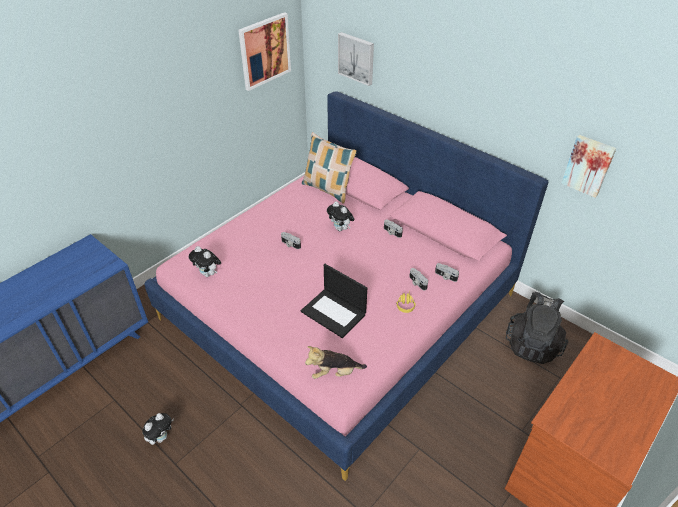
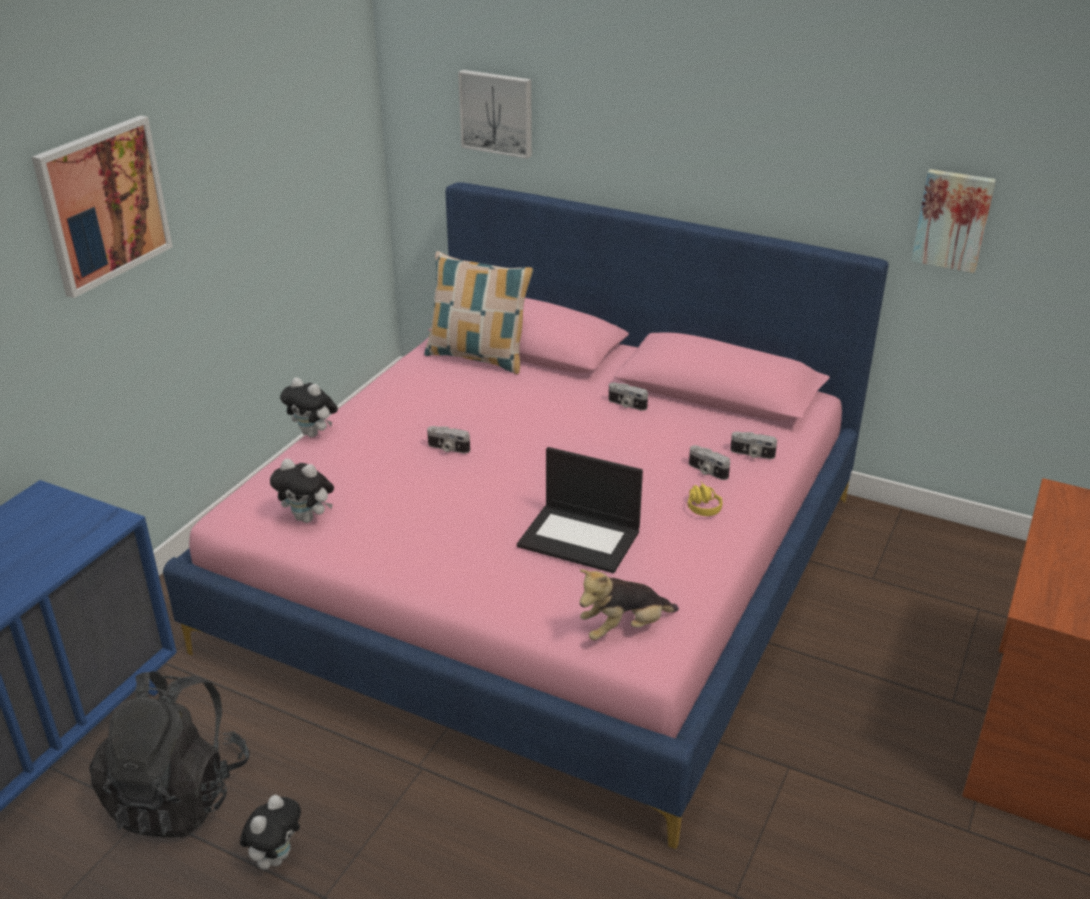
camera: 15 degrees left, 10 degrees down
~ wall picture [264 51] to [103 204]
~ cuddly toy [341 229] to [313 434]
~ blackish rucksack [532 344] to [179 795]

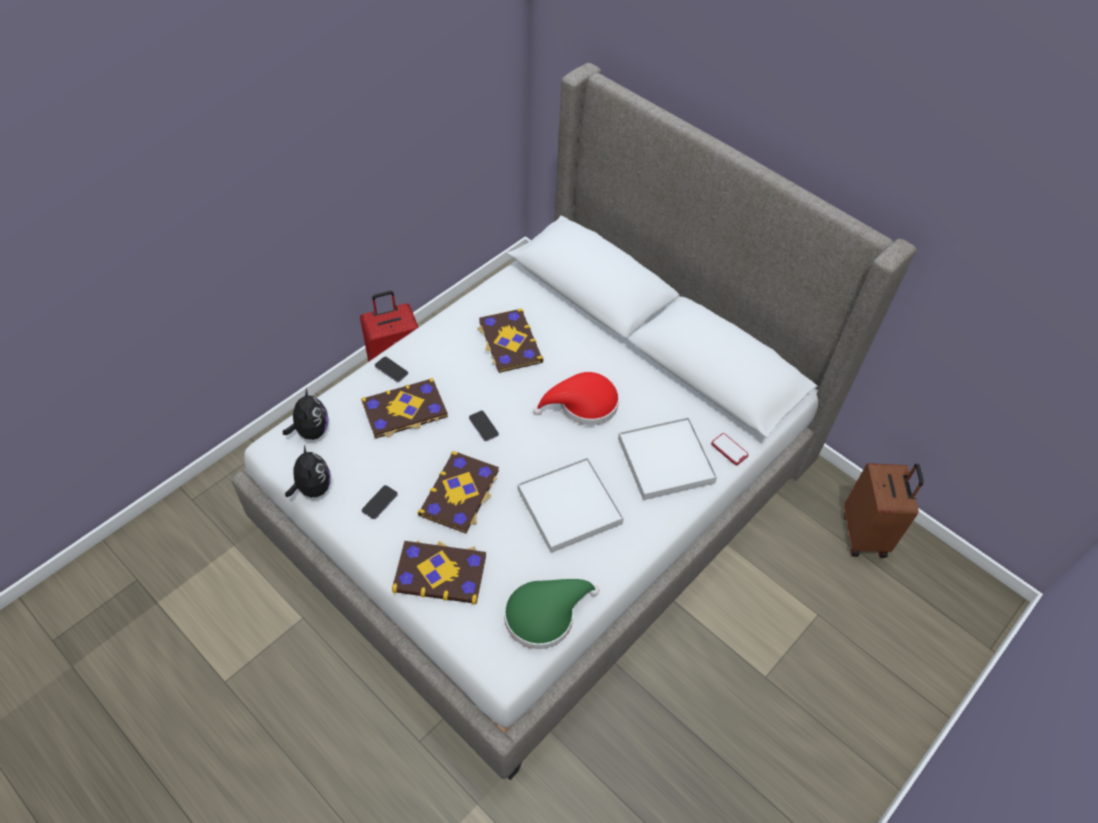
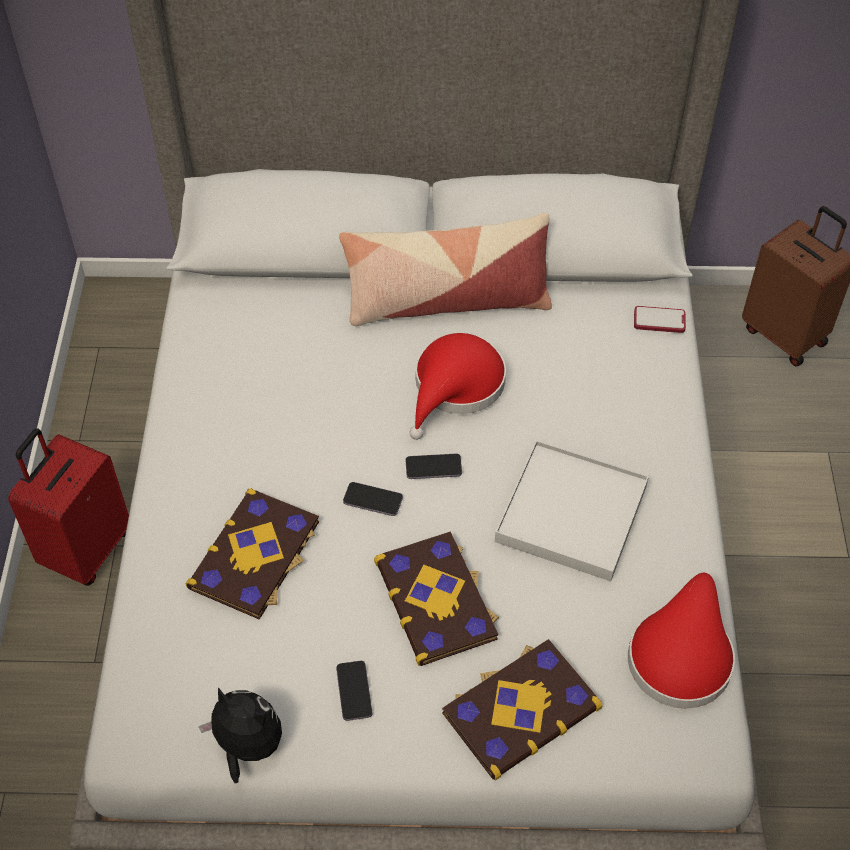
camera: 40 degrees left, 0 degrees up
- cuddly toy [311 431]
- book [509 342]
- white-coloured serving tray [666 461]
+ throw pillow [446 301]
~ handset [391 370] to [433 467]
~ green hat [544 614] to red-coloured hat [681 653]

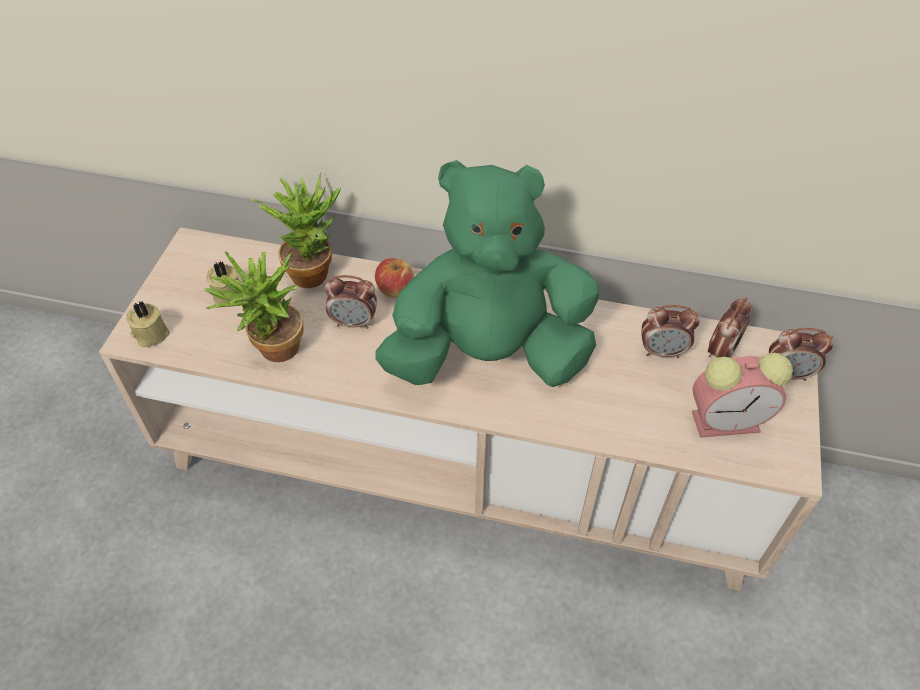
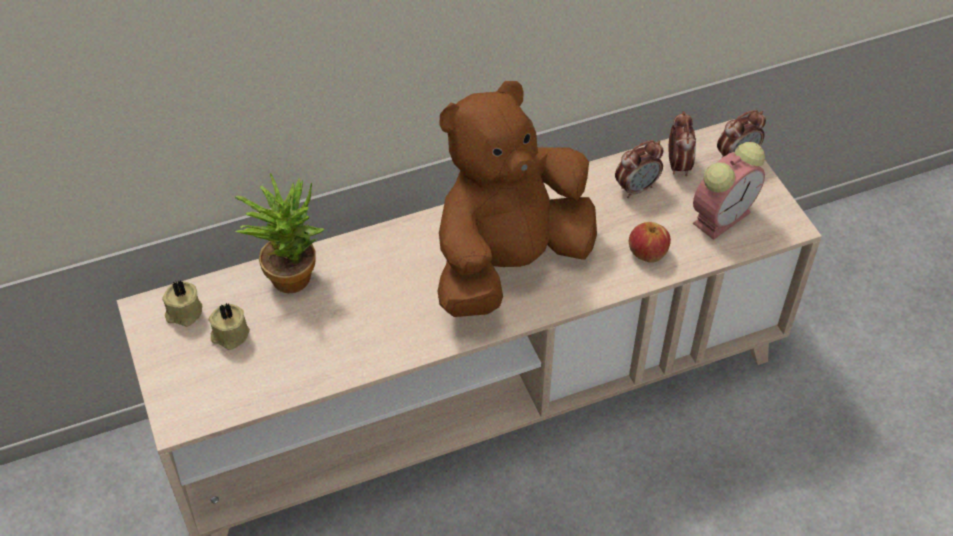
camera: 35 degrees left, 0 degrees up
- potted plant [272 351]
- alarm clock [354 322]
~ beige wax light [150 334] to [184 313]
~ apple fruit [395 289] to [647 253]
~ green cuddly toy [489 355] to brown-coloured cuddly toy [508 263]

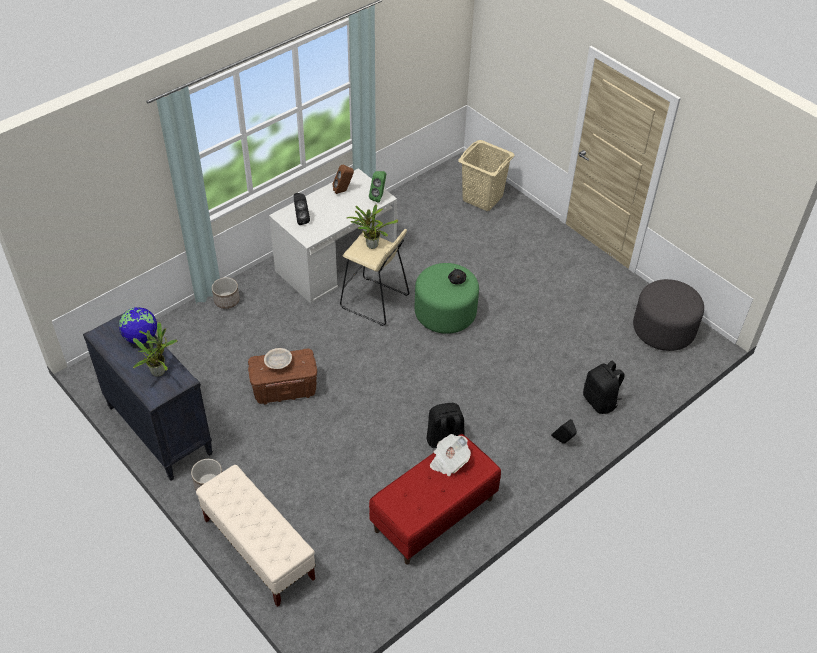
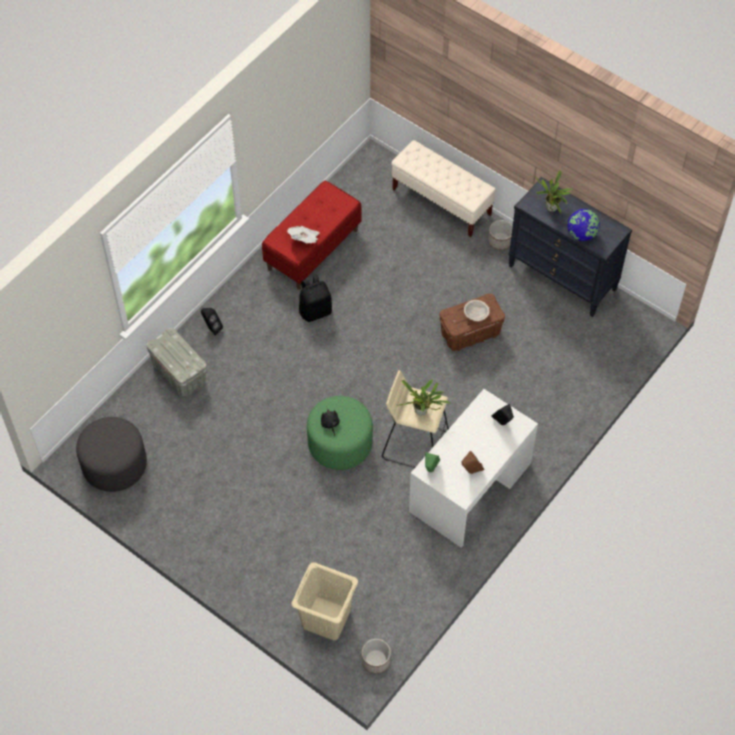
camera: 170 degrees right, 10 degrees up
~ plant pot [227 301] to [375 661]
~ blackish rucksack [600 401] to greyish storage container [179 373]

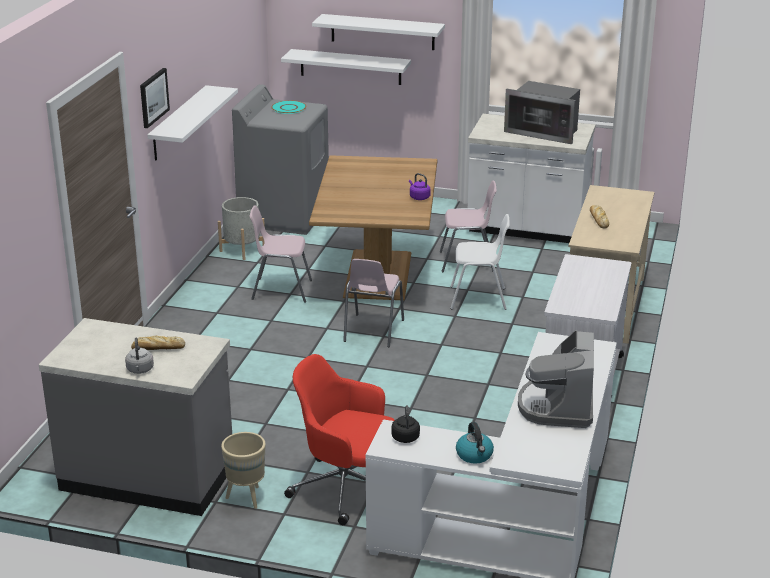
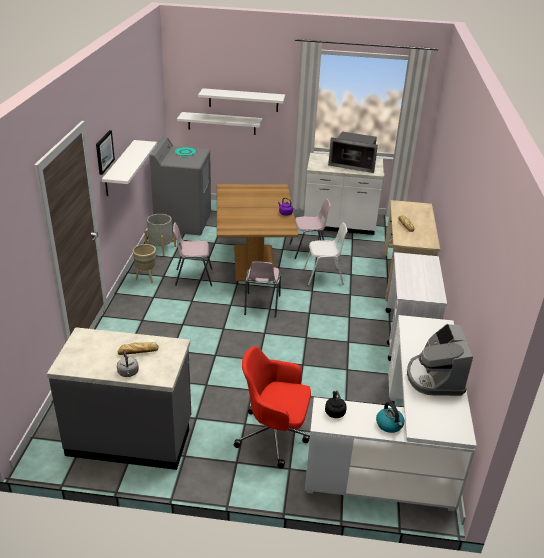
camera: 10 degrees left, 5 degrees up
~ beige plant pot [246 497] to [146 278]

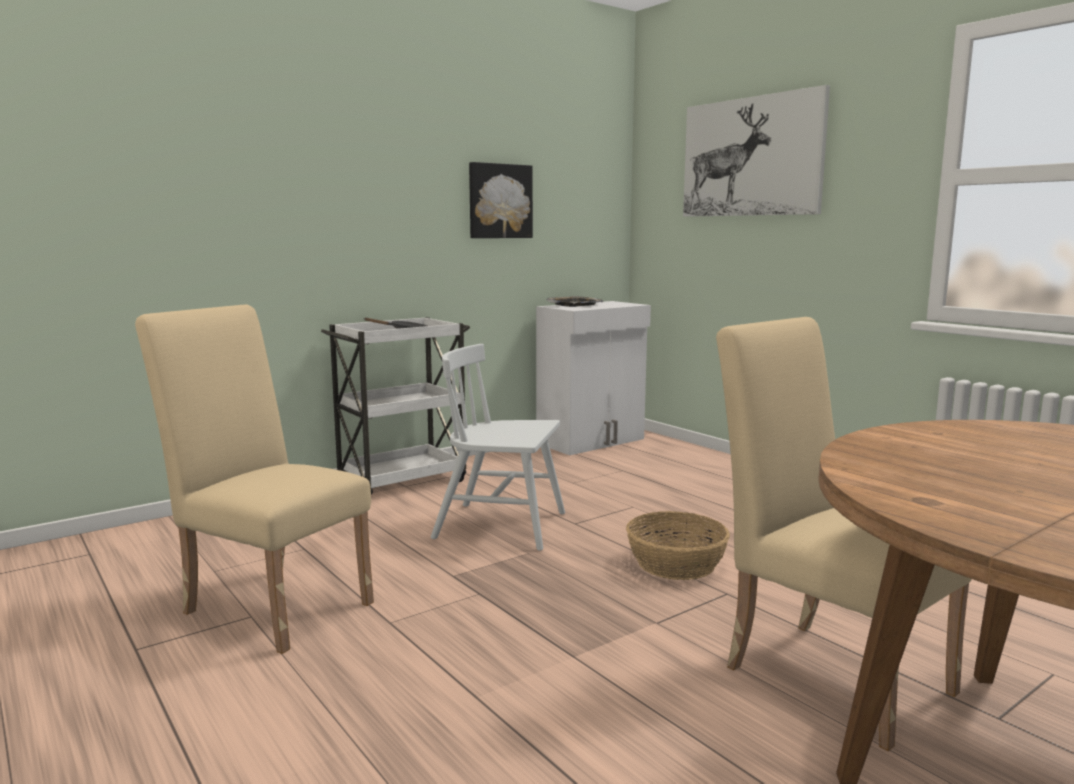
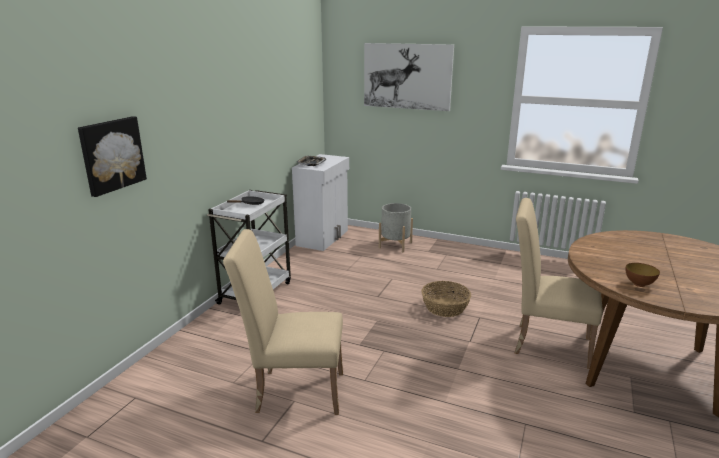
camera: 30 degrees left, 10 degrees up
- white-coloured plain chair [501 526]
+ greyish plant pot [395 245]
+ deep dish [639 284]
~ wall picture [499 201] to [111 155]

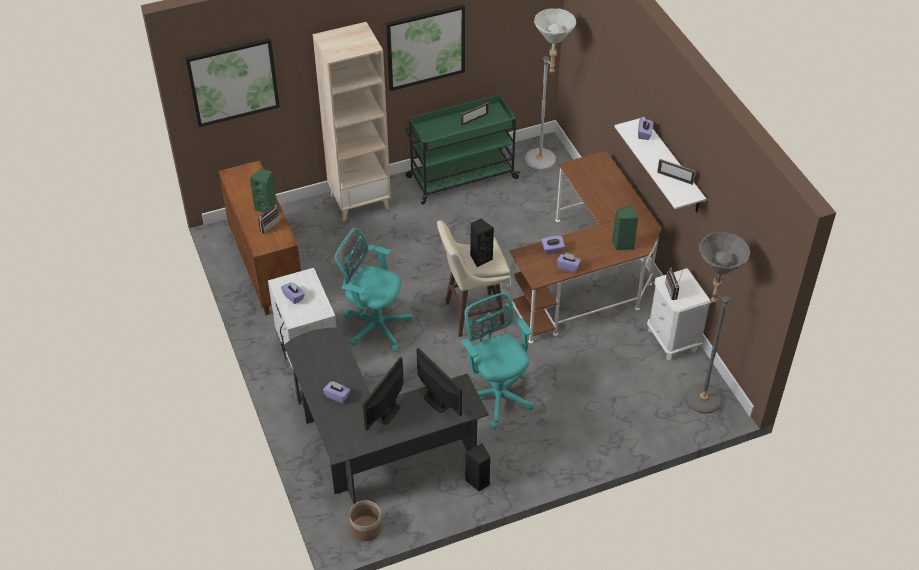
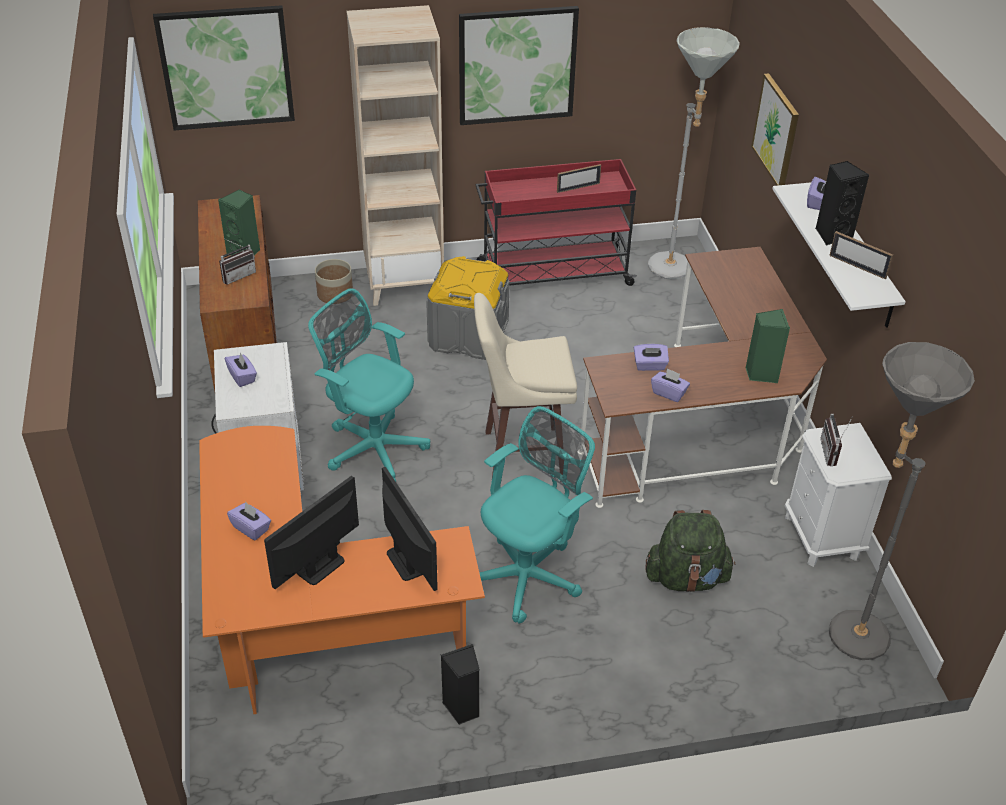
camera: 10 degrees right, 5 degrees down
+ greyish storage container [468 335]
+ green rucksack [686 578]
+ wall picture [776 131]
~ plant pot [366 528] to [334 294]
~ blackish speaker [480 258] to [832 234]
~ blackish desk table [372 448] to orangey desk table [311 626]
~ green trolley [460 178] to red-coloured trolley [552 274]
~ blue-green computer chair [497 394] = [528 575] 60 degrees clockwise

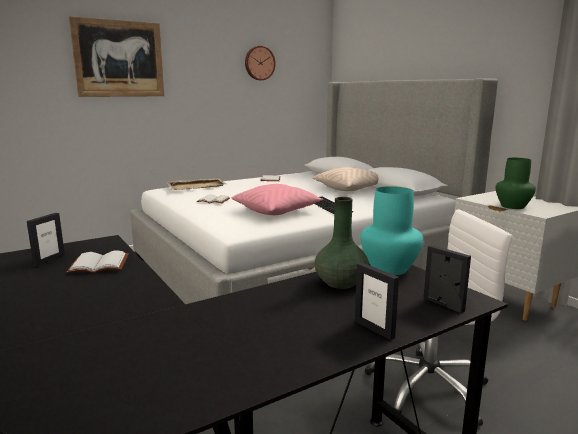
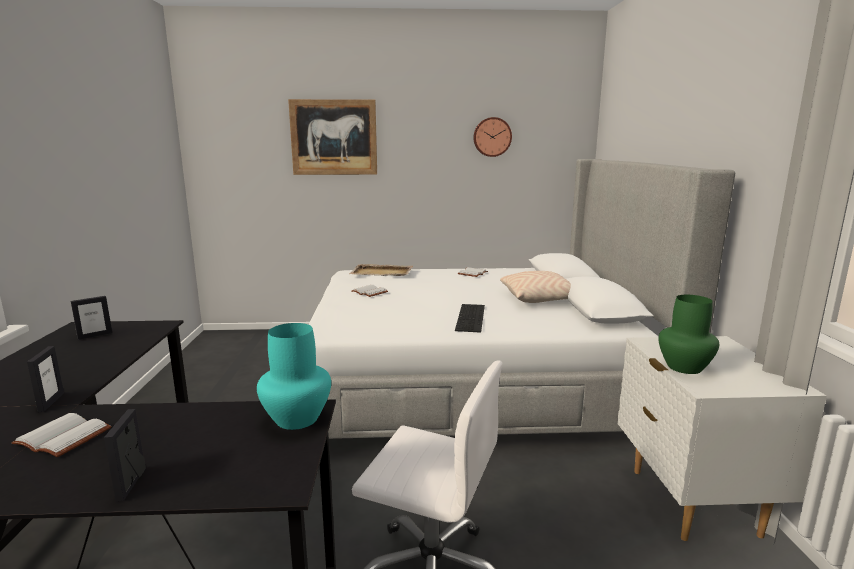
camera: 30 degrees right, 0 degrees up
- pink throw pillow [277 211]
- green decorative vase [340 283]
~ white-coloured book [100 264] to [66 436]
~ photo frame [443 304] to [51 402]

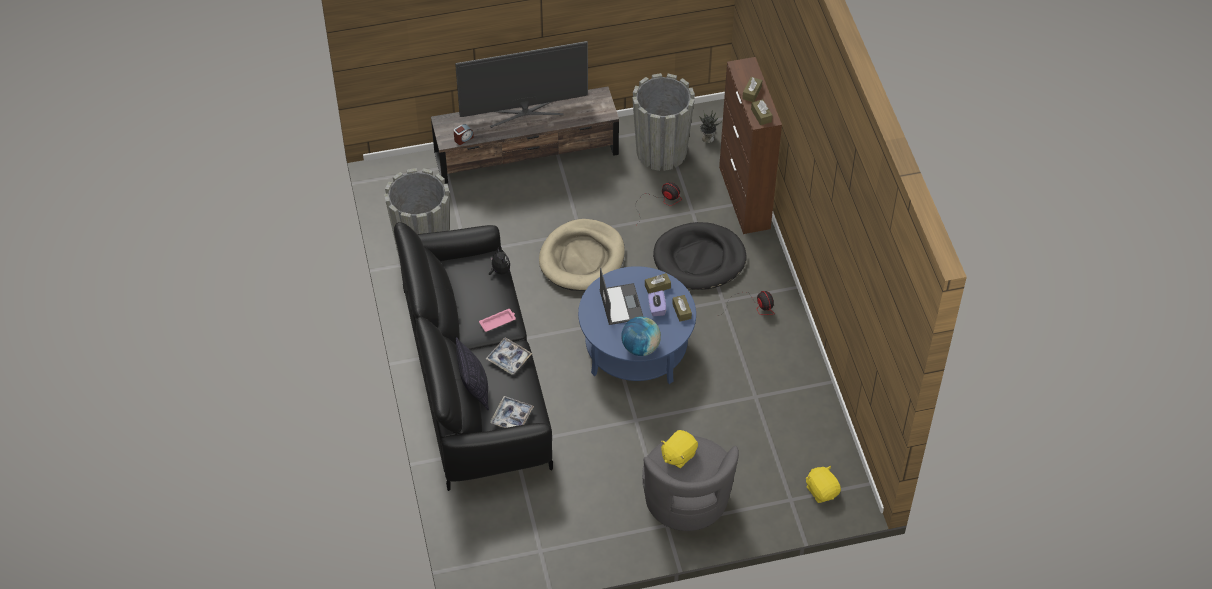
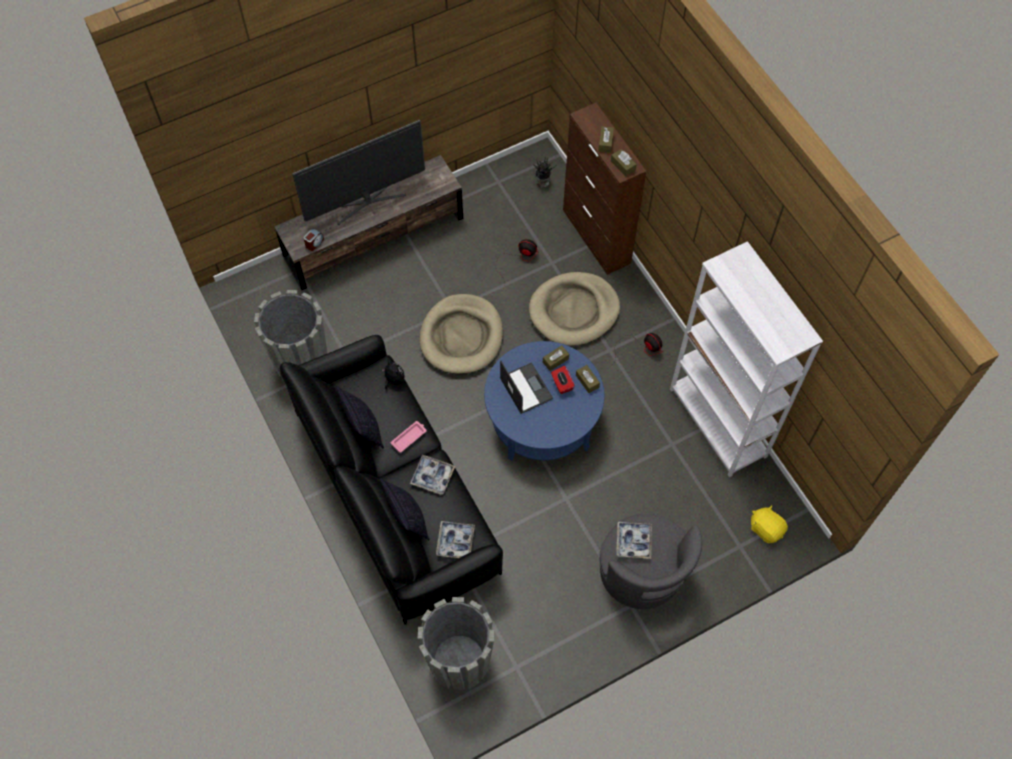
camera: 15 degrees left, 10 degrees up
- desk globe [640 347]
+ throw pillow [363 428]
+ white-coloured bookshelf [718 423]
~ greyish plant pot [661 151] to [459 660]
~ yellow-coloured cuddly toy [678 455] to serving tray [633 541]
~ purplish tissue holder [656 308] to red-coloured tissue holder [562 384]
~ blackish dog bed [699 259] to beige dog bed [574 311]

